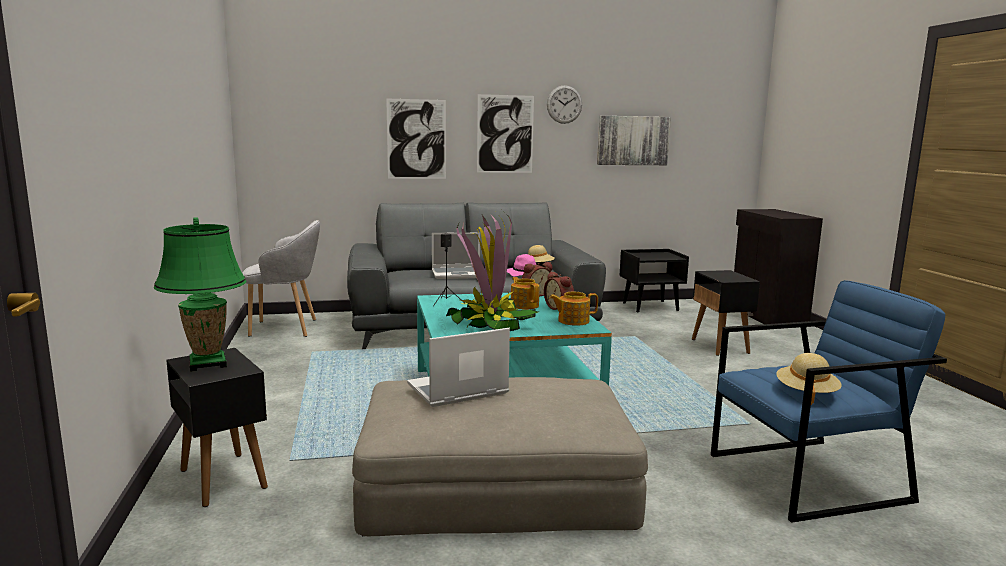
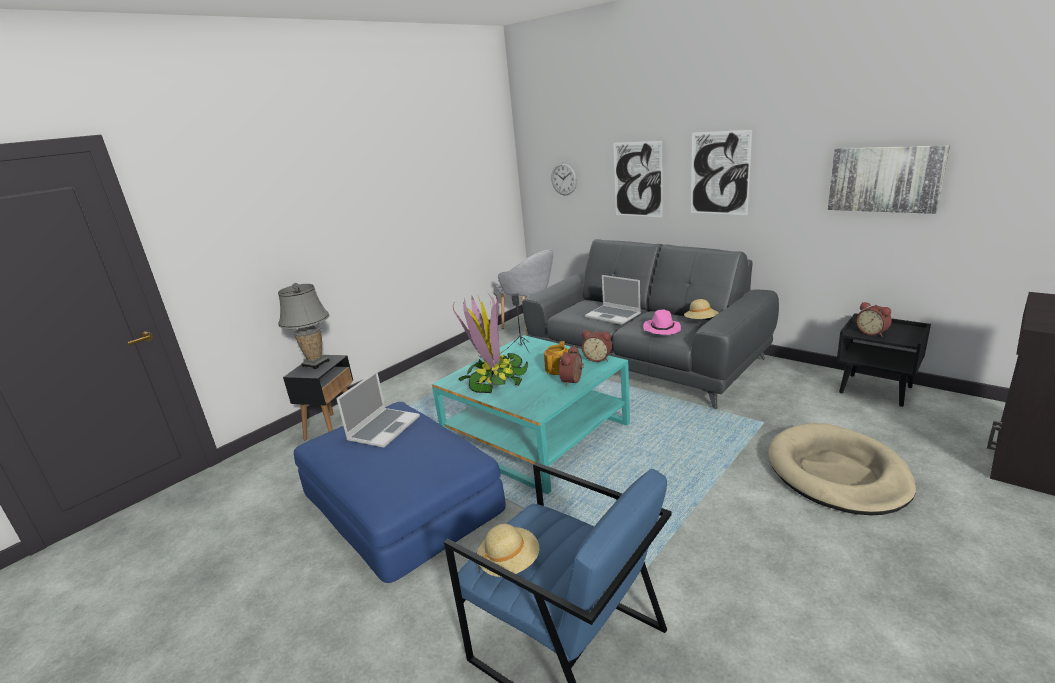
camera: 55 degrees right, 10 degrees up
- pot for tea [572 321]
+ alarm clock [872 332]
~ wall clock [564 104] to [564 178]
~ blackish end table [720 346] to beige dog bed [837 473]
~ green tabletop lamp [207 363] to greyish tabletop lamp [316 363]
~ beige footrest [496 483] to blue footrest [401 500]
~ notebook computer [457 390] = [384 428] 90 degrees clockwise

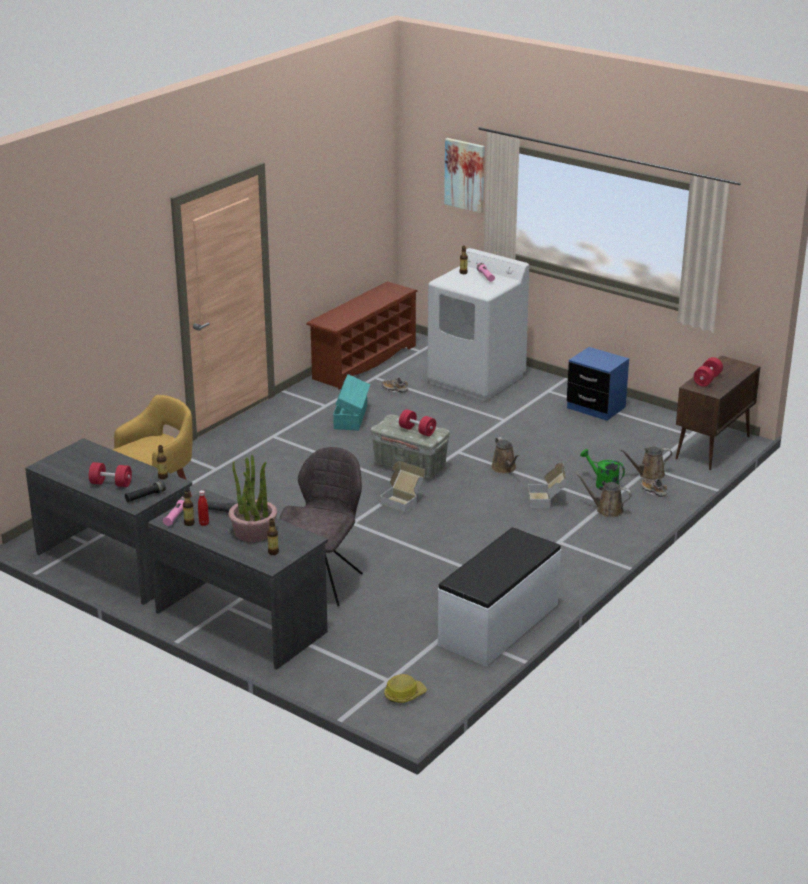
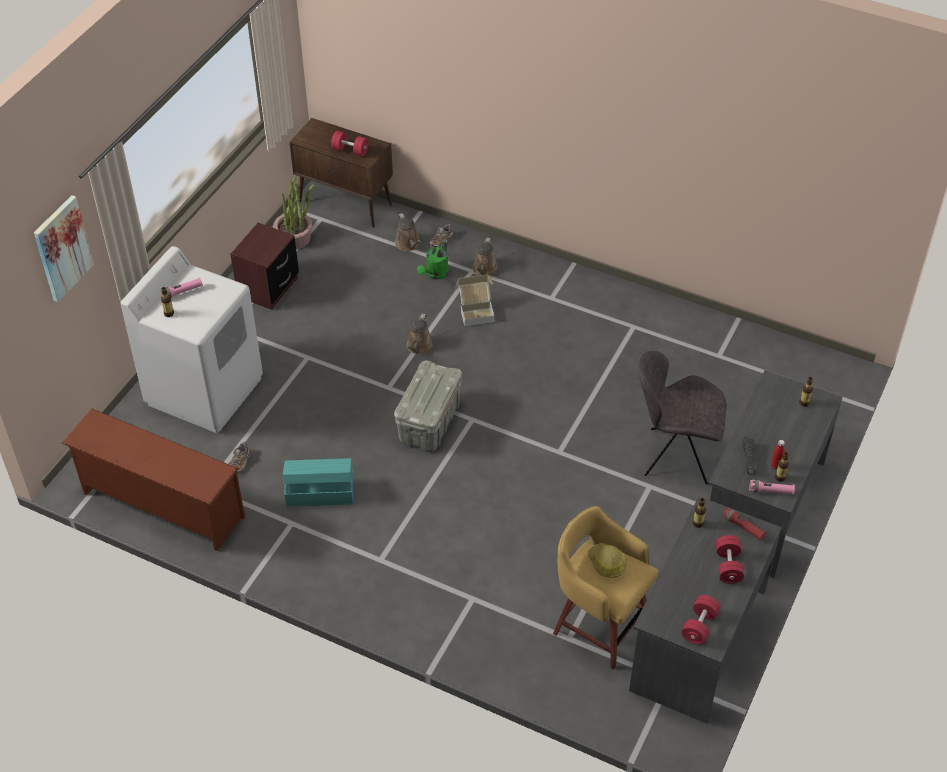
camera: 100 degrees left, 20 degrees up
- carton [403 501]
- white-coloured bench [499 625]
~ potted plant [253 531] to [295 238]
~ hard hat [404 694] to [606 563]
~ red-coloured dumbbell [417 431] to [699 626]
~ blackish hand torch [145 496] to red-coloured hand torch [743 527]
~ blue nightstand [596 408] to brown-coloured nightstand [268 287]
~ brown-coloured watering can [504 468] = [418 347] 135 degrees clockwise

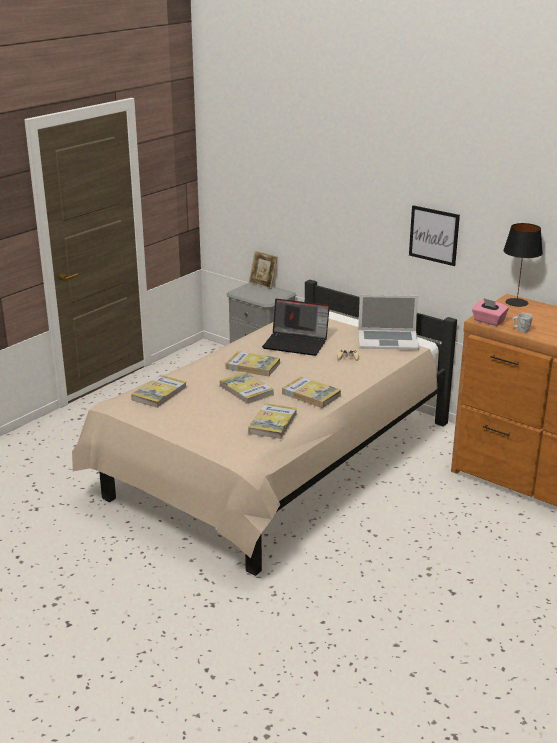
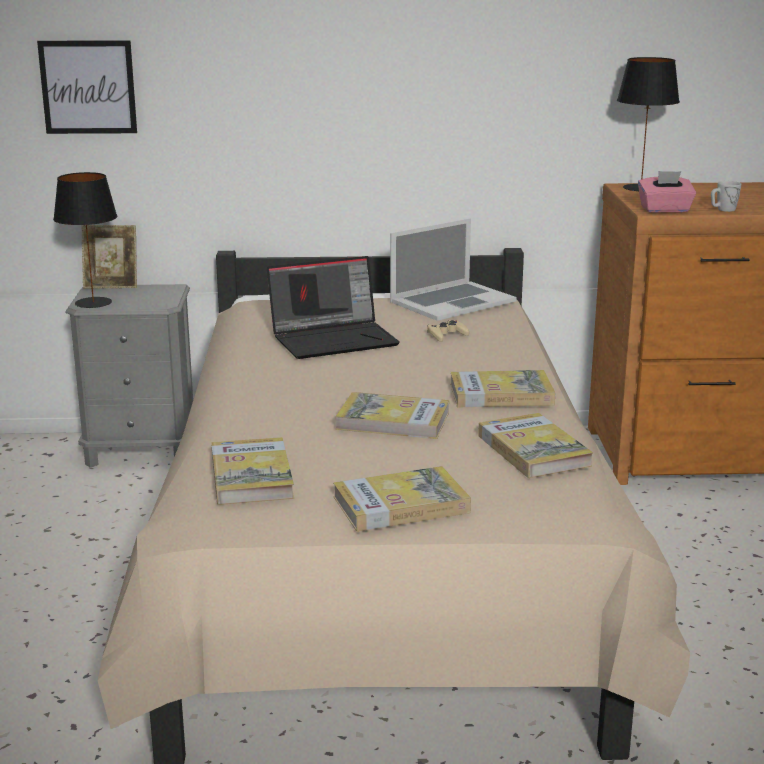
camera: 40 degrees left, 5 degrees down
+ blackish tabletop lamp [94 302]
~ book [252 366] to [401 504]
~ wall picture [434 235] to [88 87]

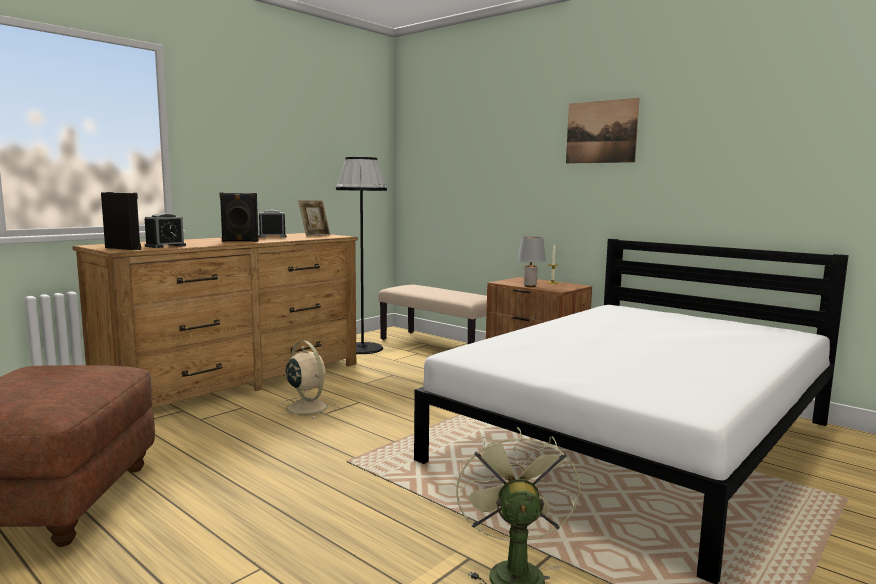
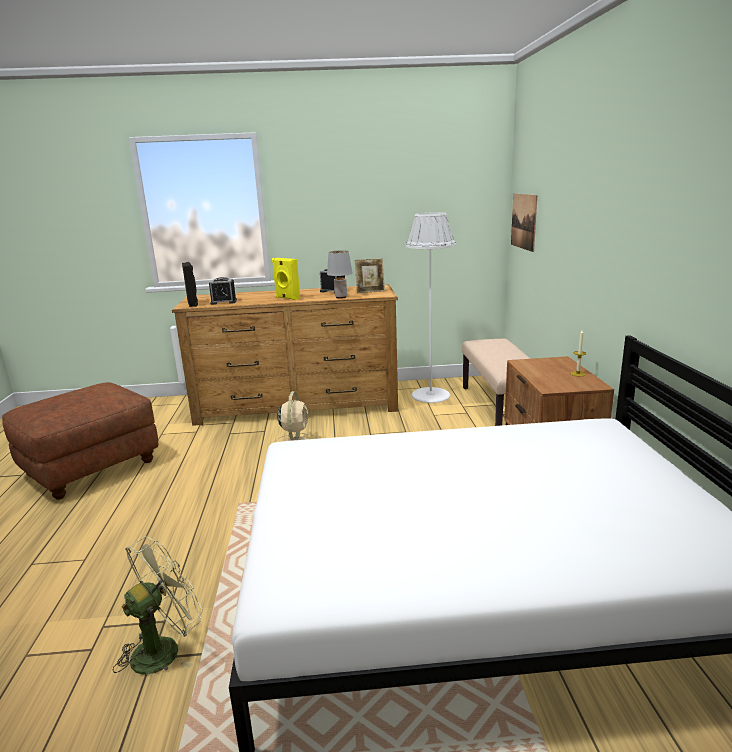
camera: 45 degrees right, 10 degrees up
~ greyish tabletop lamp [530 286] to [341 297]
~ wall picture [601 132] to [523 221]
~ blackish speaker [240 241] to yellow-coloured speaker [287 298]
~ blackish floor lamp [362 348] to white-coloured floor lamp [430 395]

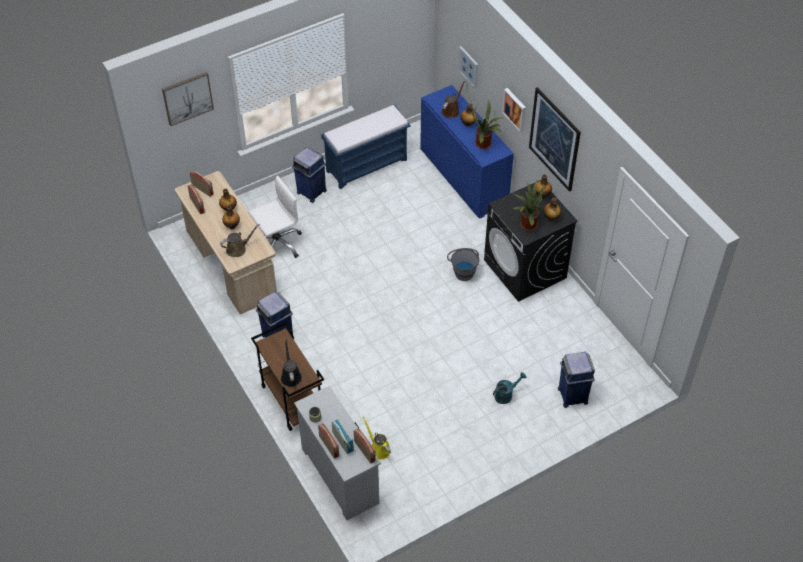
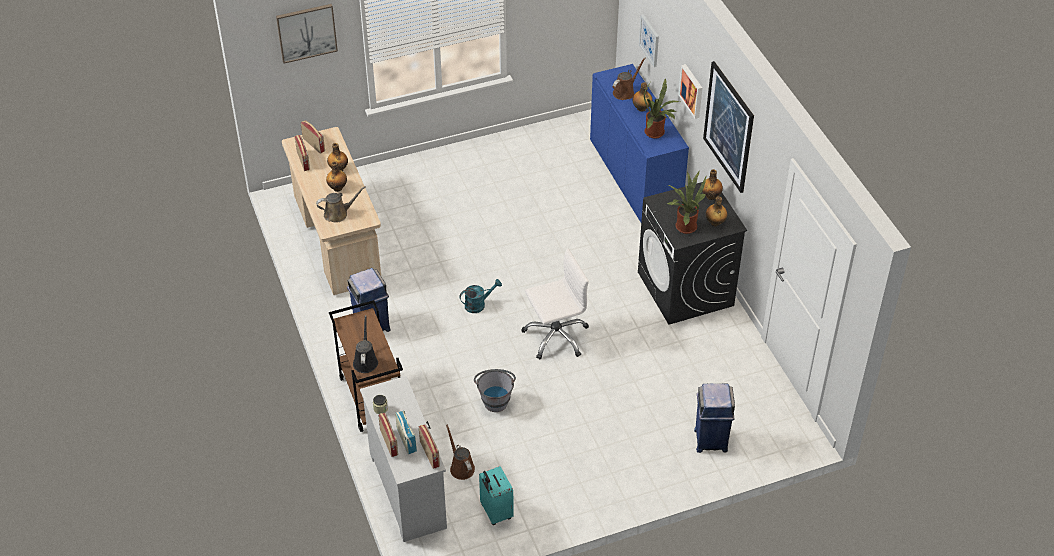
camera: 10 degrees right, 5 degrees down
- blue trash can [311 191]
- blue bench [367 165]
+ blue-green piece of luggage [495 512]
~ white-coloured computer chair [277 244] to [556 336]
~ greyish pail [463 271] to [495 398]
~ blue-green watering can [506 395] to [478 304]
~ yellow-coloured watering can [378 449] to brown-coloured watering can [461 467]

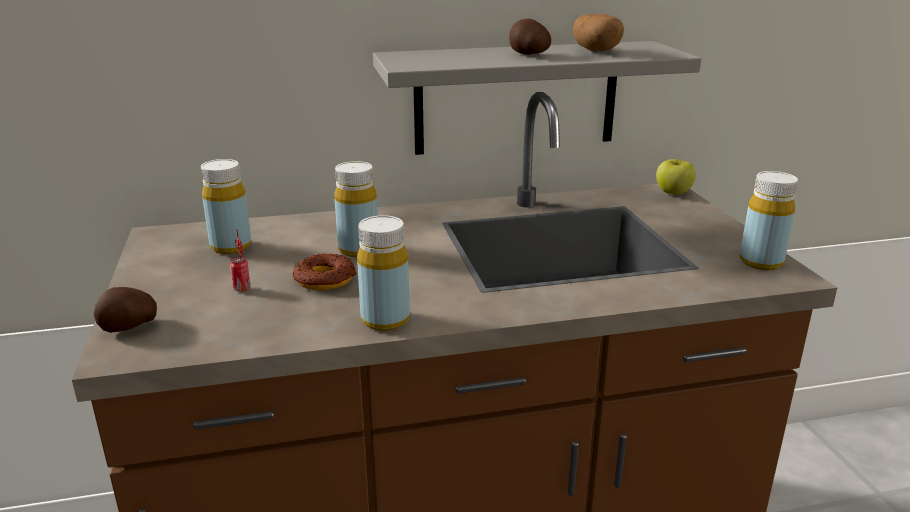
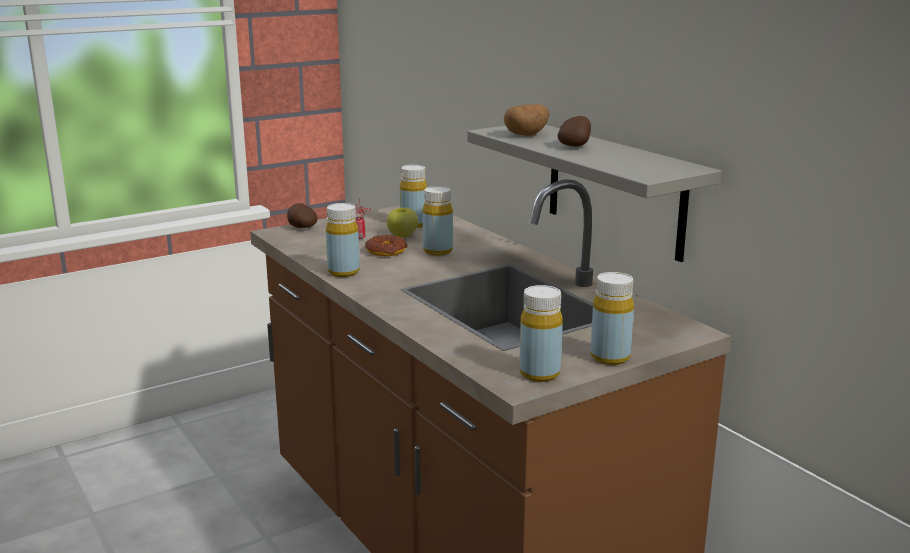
camera: 70 degrees right, 5 degrees down
+ yellow-coloured drink bottle [610 357]
~ whole potato [595 51] to [527 135]
~ apple fruit [673 192] to [402 235]

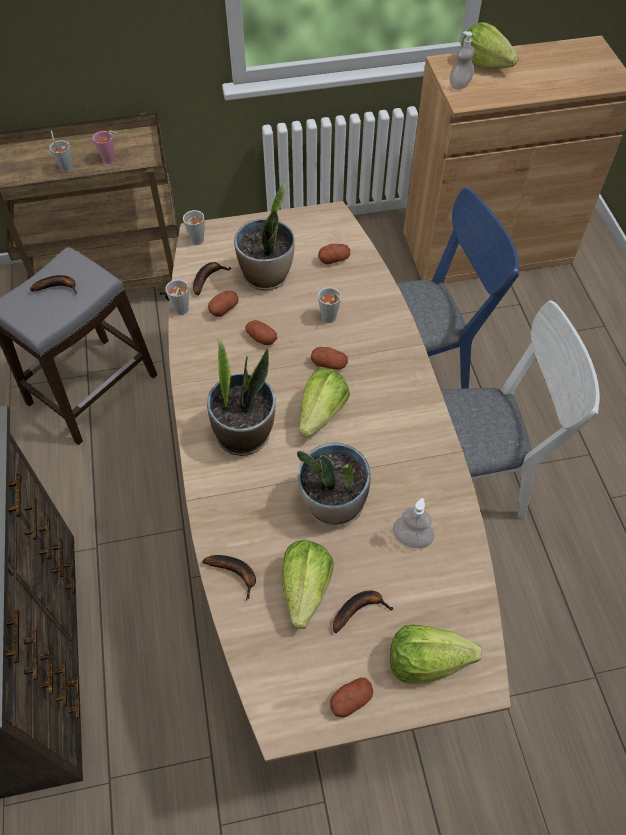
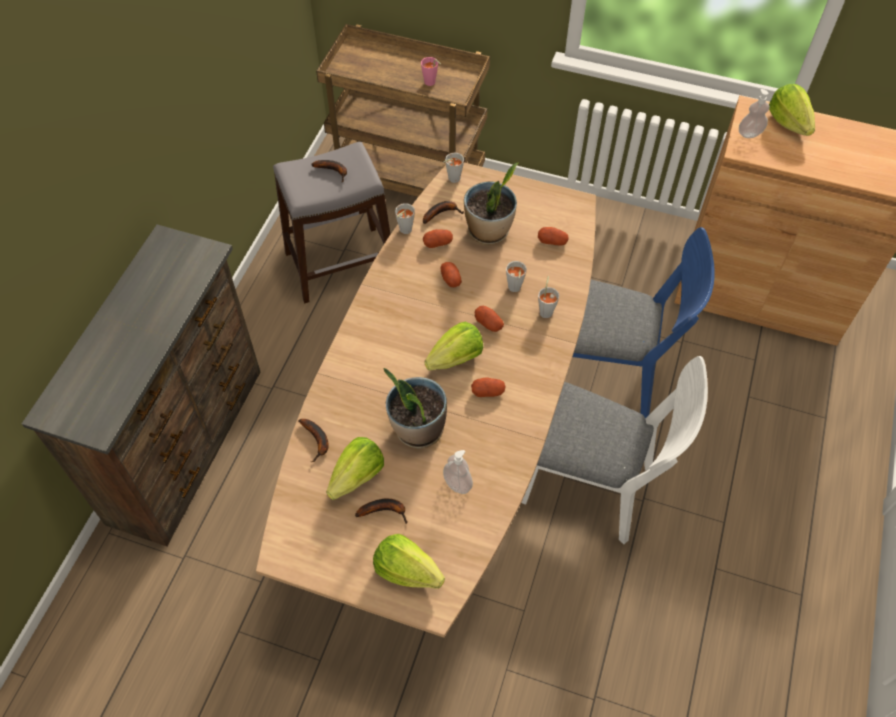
camera: 30 degrees right, 0 degrees up
- potted plant [244 434]
~ greyish drinking cup [66 167] to [546 310]
~ whole potato [351 699] to [488 391]

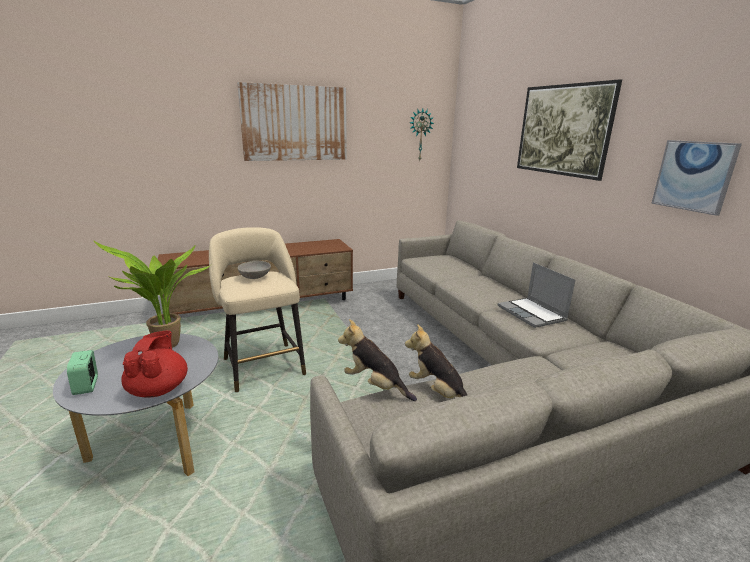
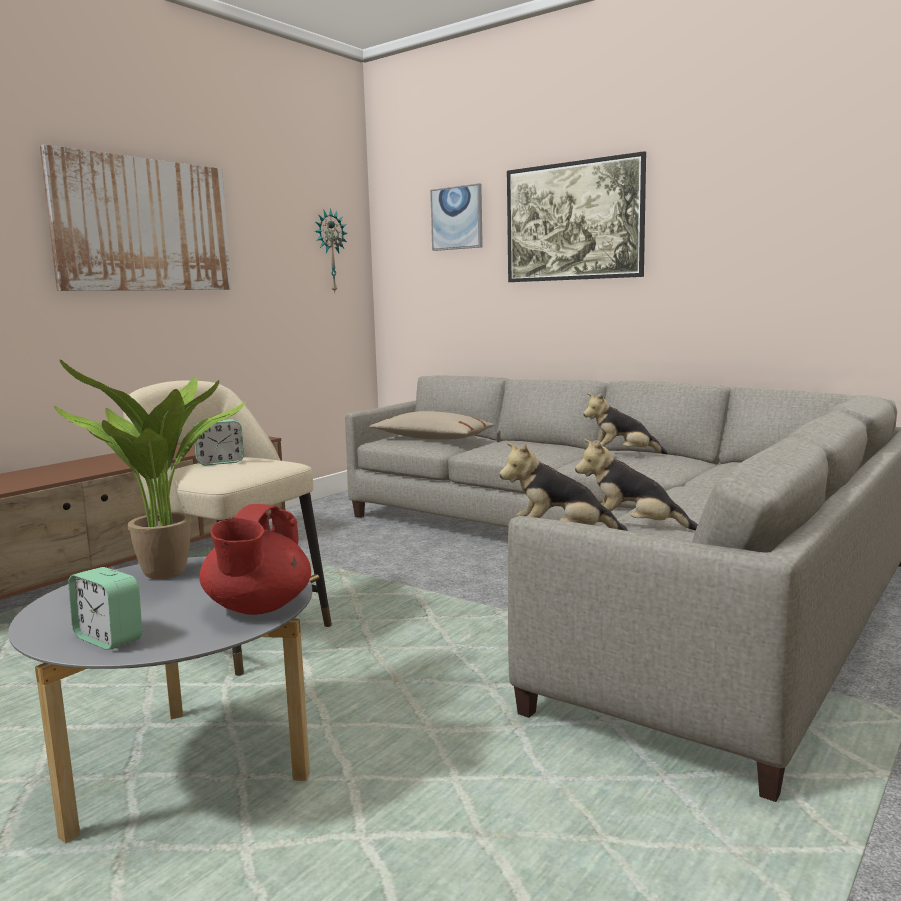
camera: 30 degrees left, 10 degrees down
+ beige throw pillow [432 438]
~ wall picture [693 176] to [457 218]
~ greyish deep dish [255 277] to alarm clock [220 462]
~ notebook computer [532 314] to cuddly toy [622 455]
~ red-coloured pot for tea [159 389] = [257 608] 135 degrees counterclockwise

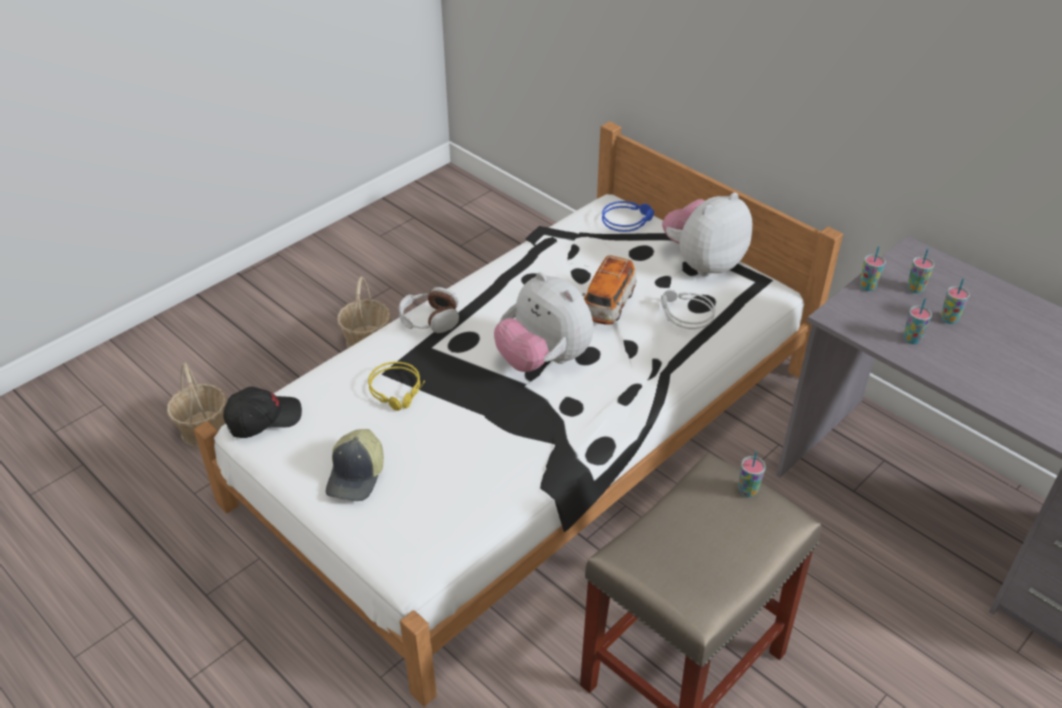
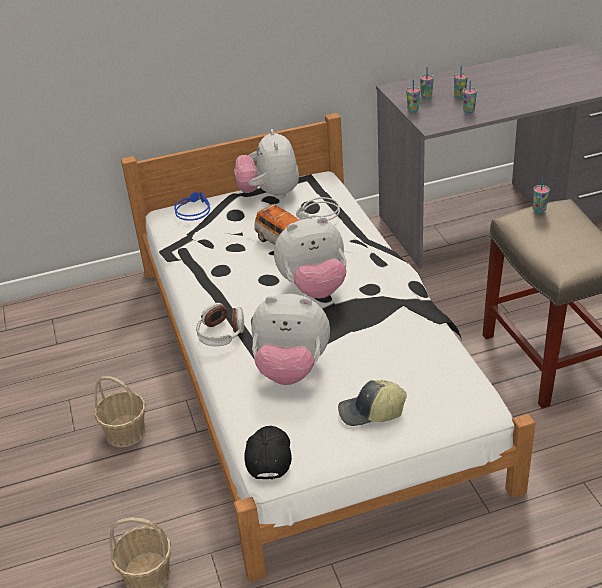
camera: 60 degrees left, 5 degrees down
~ yellow-coloured headphones [398 390] to cuddly toy [291 369]
~ cap [357 475] = [371 412] 135 degrees clockwise

